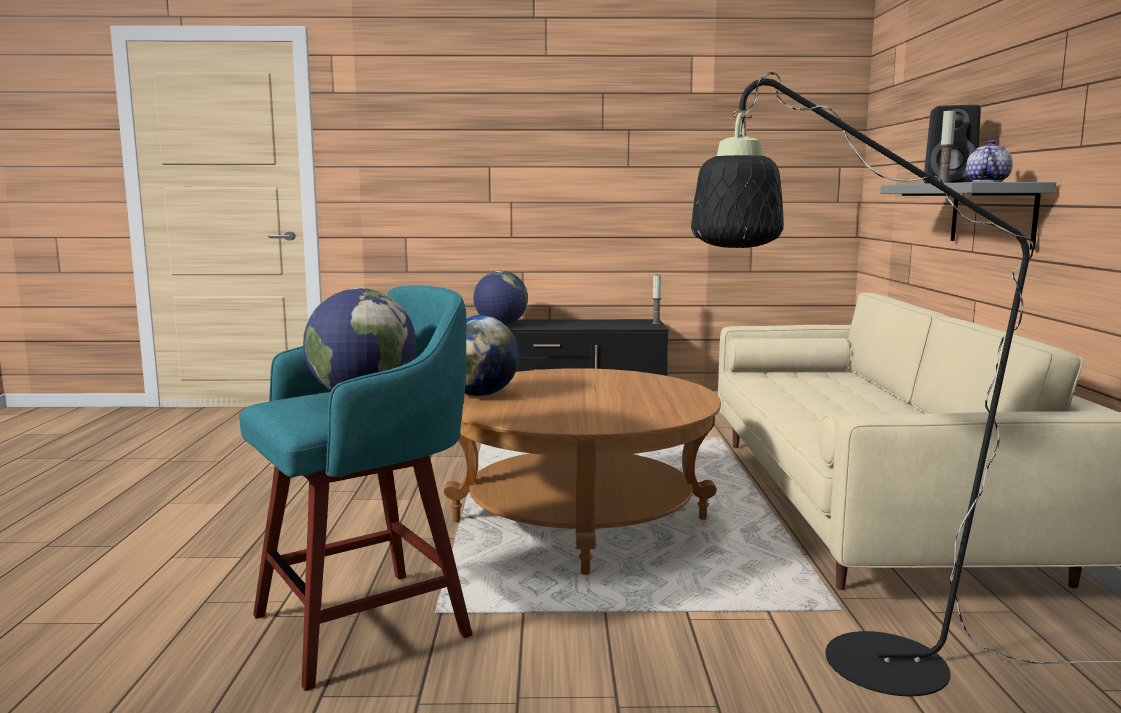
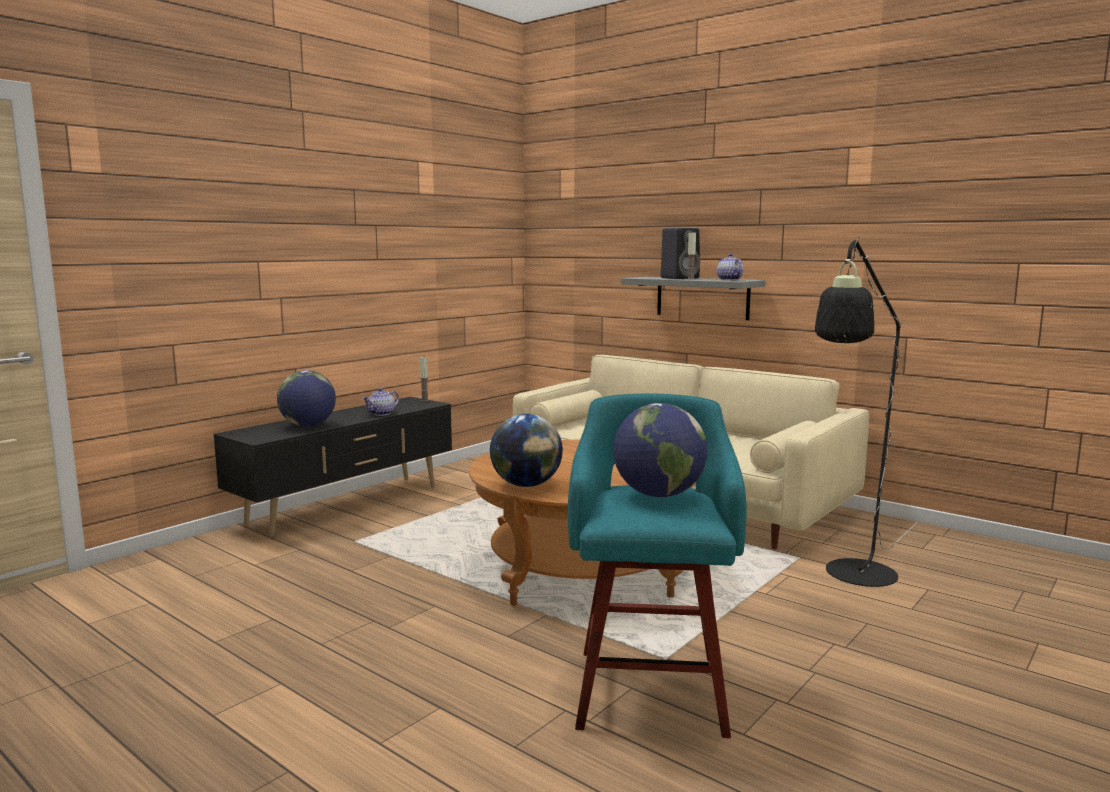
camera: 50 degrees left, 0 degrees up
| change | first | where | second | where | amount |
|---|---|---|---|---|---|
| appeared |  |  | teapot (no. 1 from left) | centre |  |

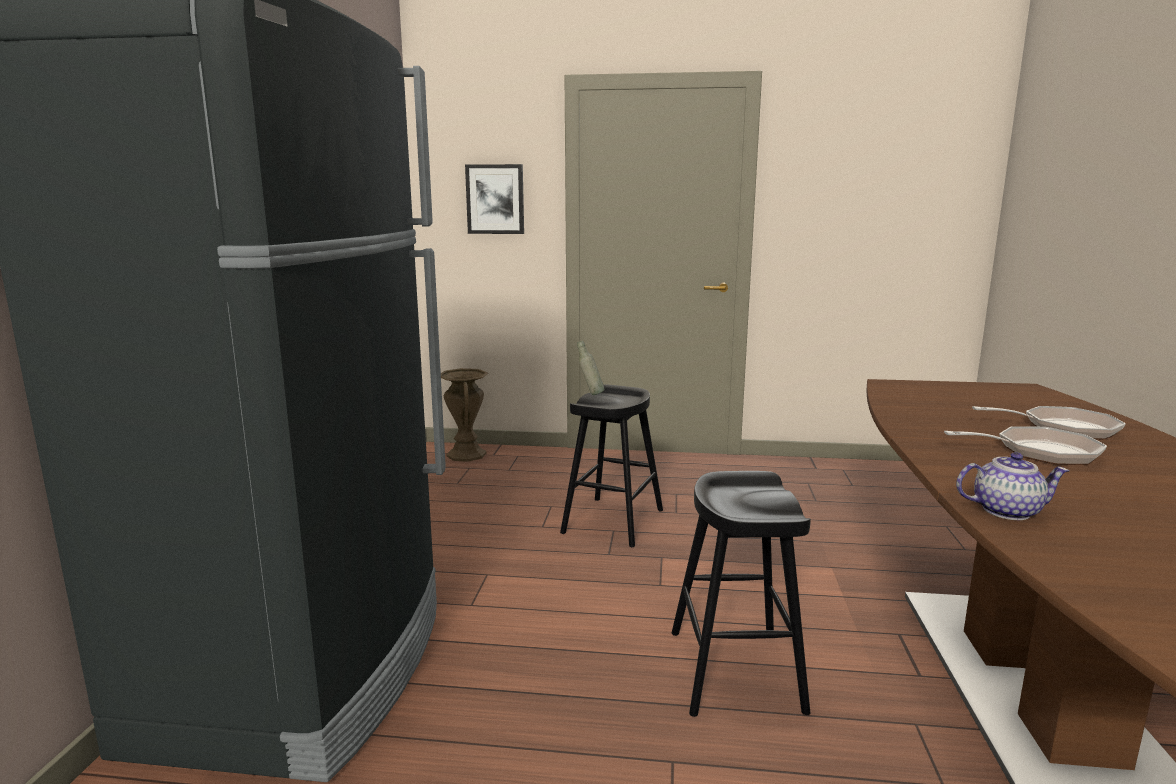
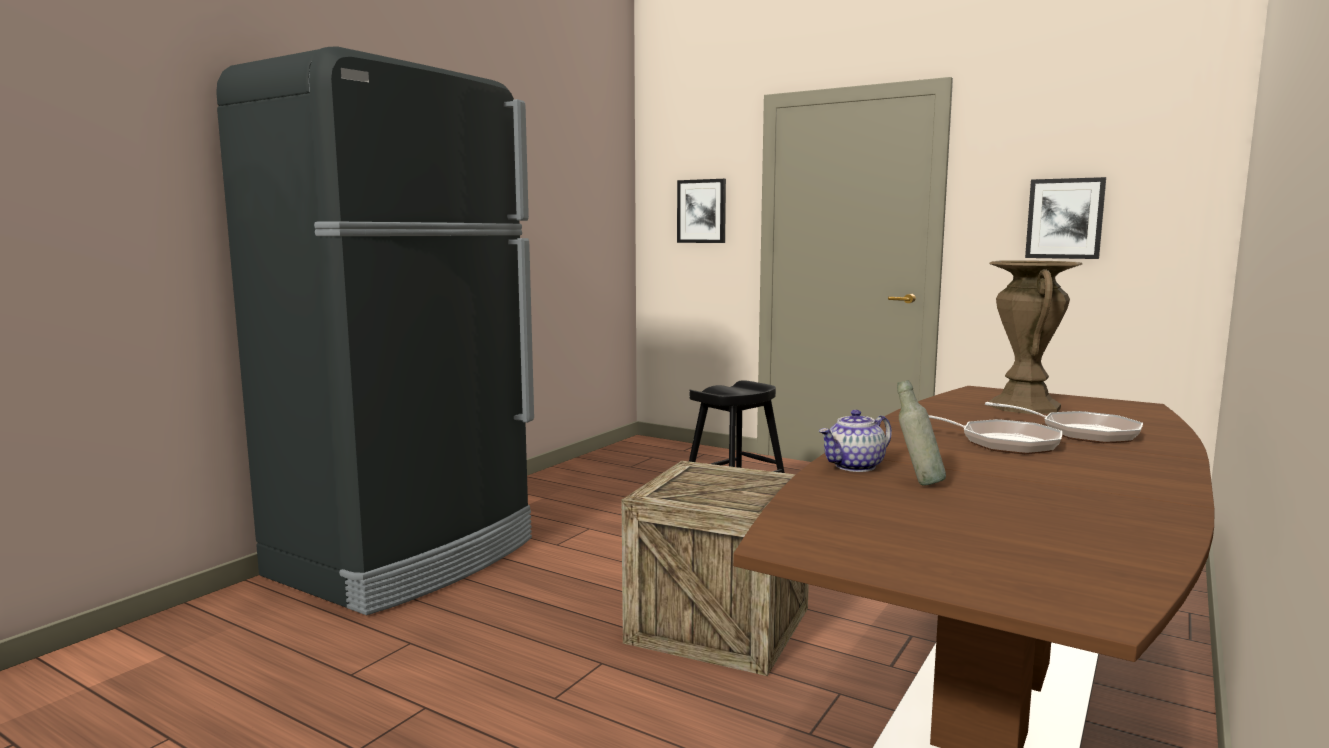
camera: 25 degrees right, 5 degrees down
| change | first | where | second | where | amount |
|---|---|---|---|---|---|
| relocated | grey_bottle | centre |  | middle right |  |
| relocated | brown_vase | centre |  | middle right |  |
| spun | teapot | middle right |  | centre | 120 degrees clockwise |
| exchanged | black_stool (no. 2 from left) | bottom centre | crate | bottom centre |  |
| appeared |  |  | picture (no. 2 from left) | top right |  |

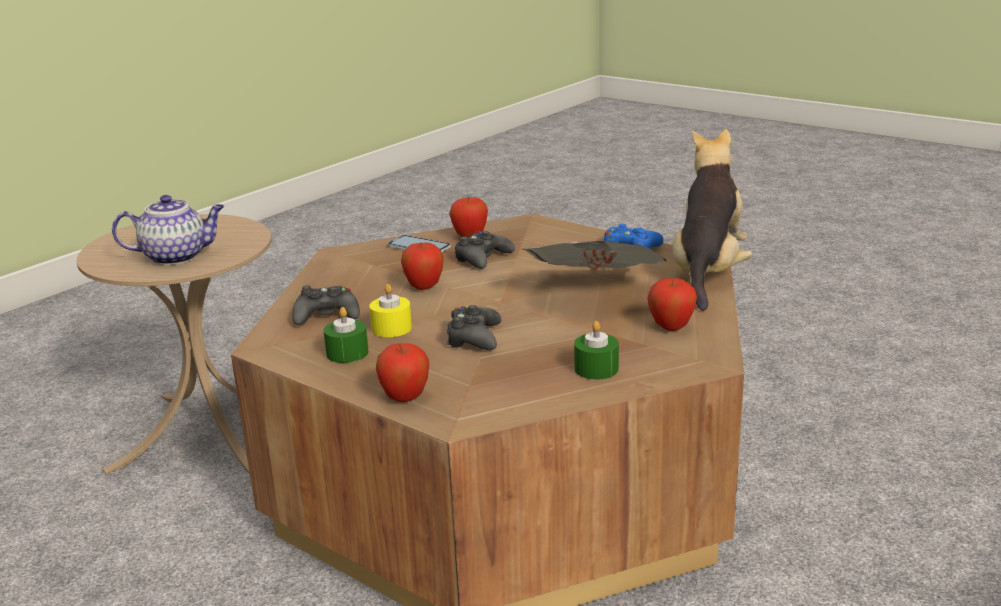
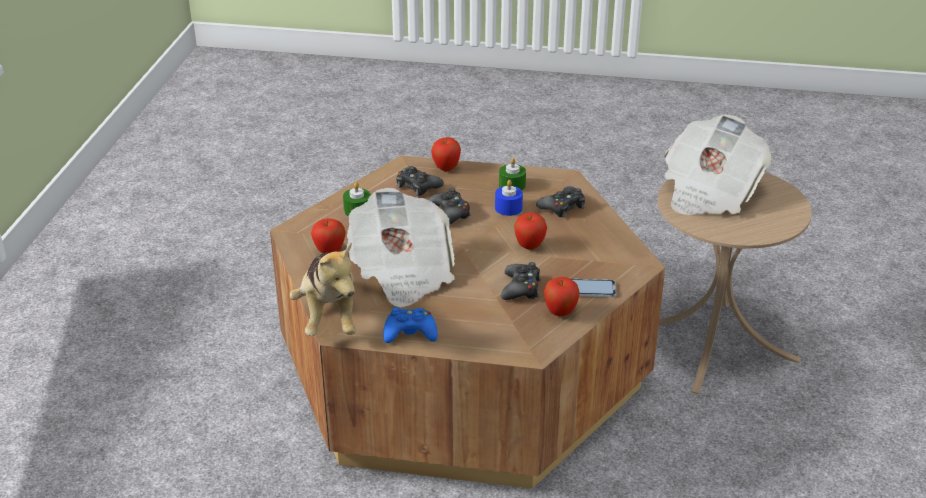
camera: 150 degrees right, 10 degrees up
| change | first | where | second | where | amount |
|---|---|---|---|---|---|
| exchanged | teapot | middle left | newspaper (no. 2 from left) | top right |  |
| colour | yellow_candle | centre | blue_candle | centre |  |
| appeared |  |  | black_game_controller (no. 1 from left) | centre |  |

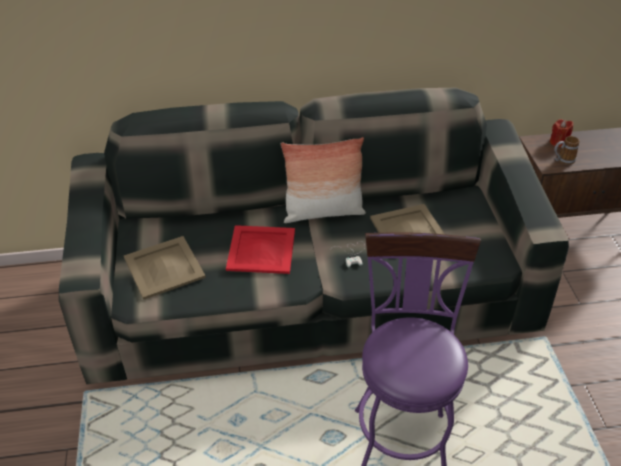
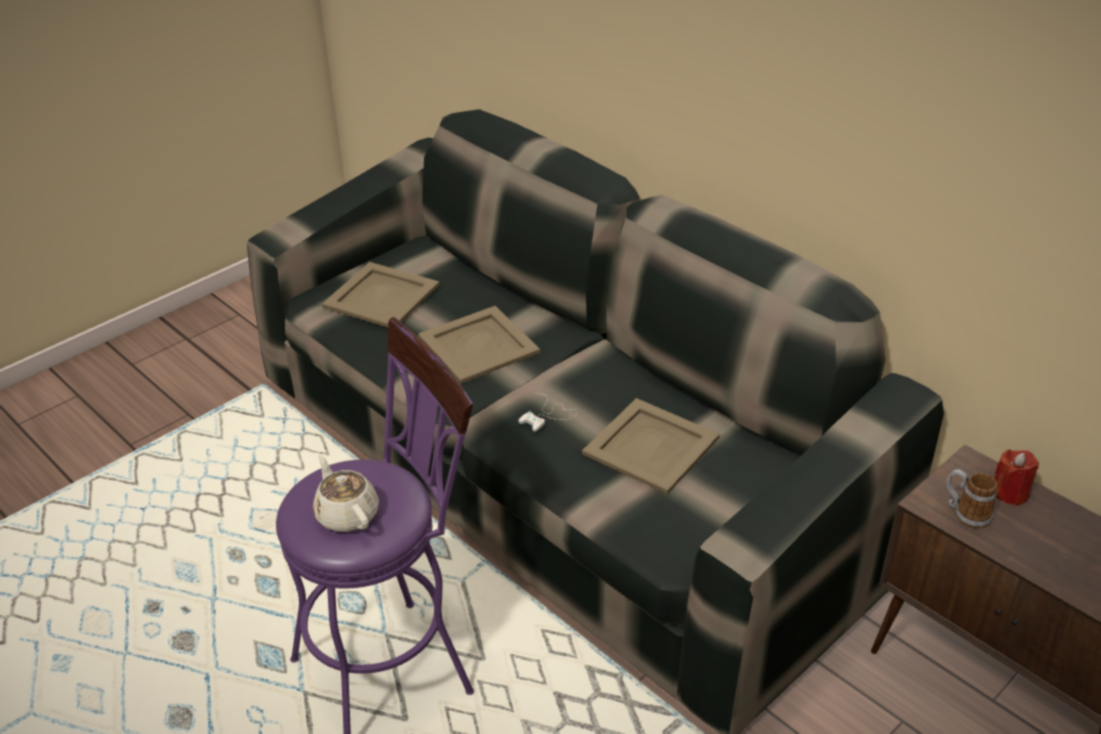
camera: 55 degrees right, 5 degrees down
| change | first | where | second | where | amount |
|---|---|---|---|---|---|
| missing | pillow | centre |  |  |  |
| colour | red_tray | centre | beige_tray (no. 2 from left) | centre |  |
| appeared |  |  | beige_teapot | bottom left |  |

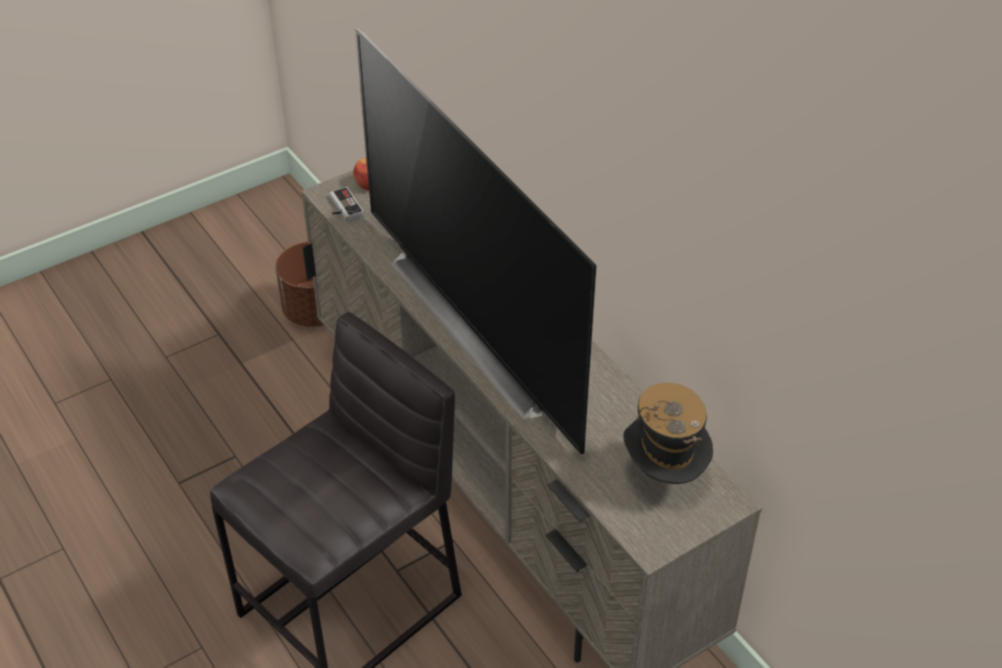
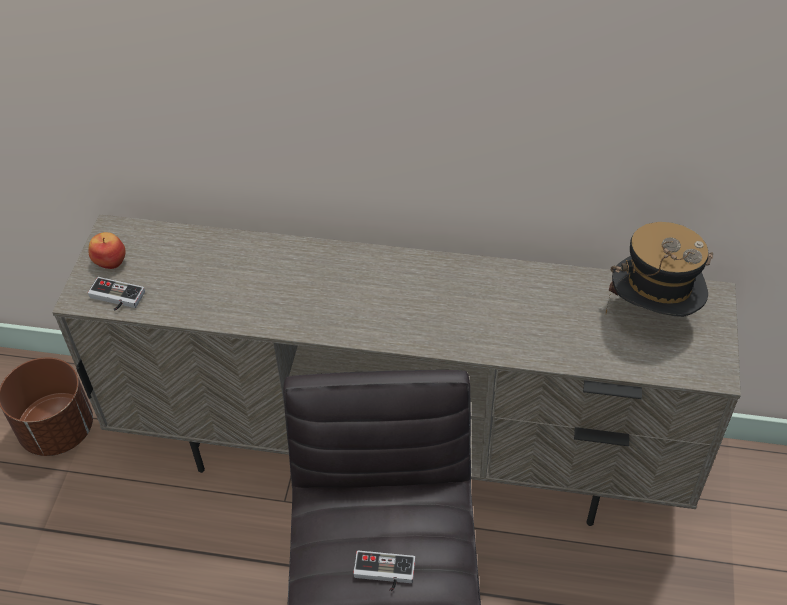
camera: 45 degrees left, 5 degrees up
| change | first | where | second | where | amount |
|---|---|---|---|---|---|
| missing | television | centre |  |  |  |
| appeared |  |  | game_controller (no. 2 from left) | bottom centre |  |

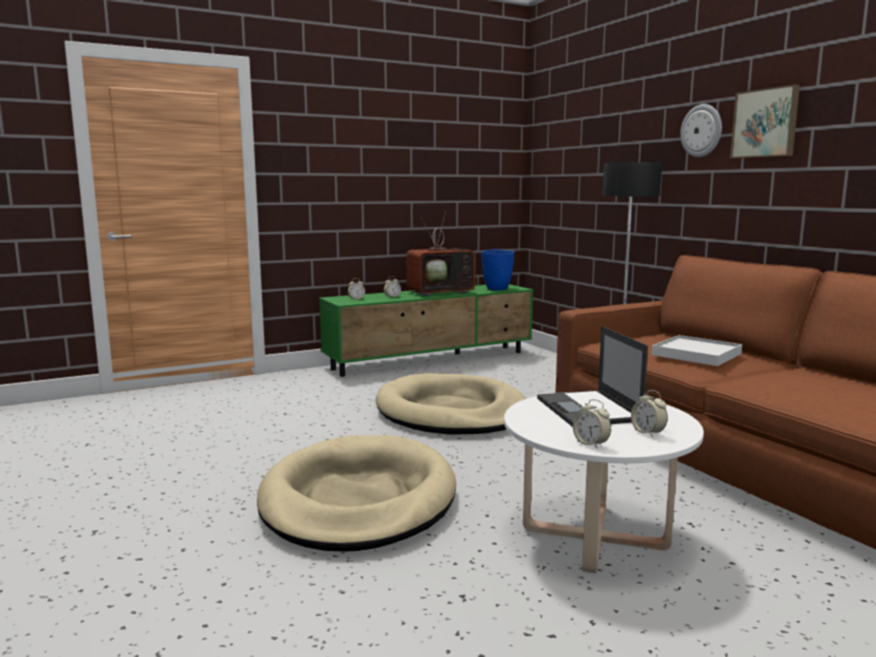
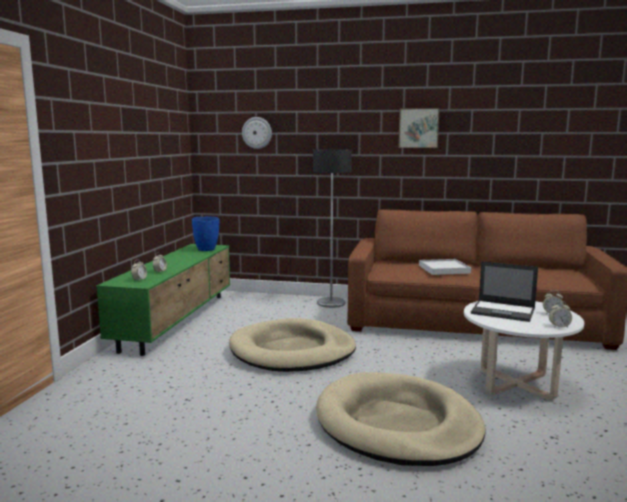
camera: 50 degrees left, 0 degrees up
| change | first | where | second | where | amount |
|---|---|---|---|---|---|
| relocated | wall_clock | top right |  | top centre |  |
| missing | television | centre |  |  |  |

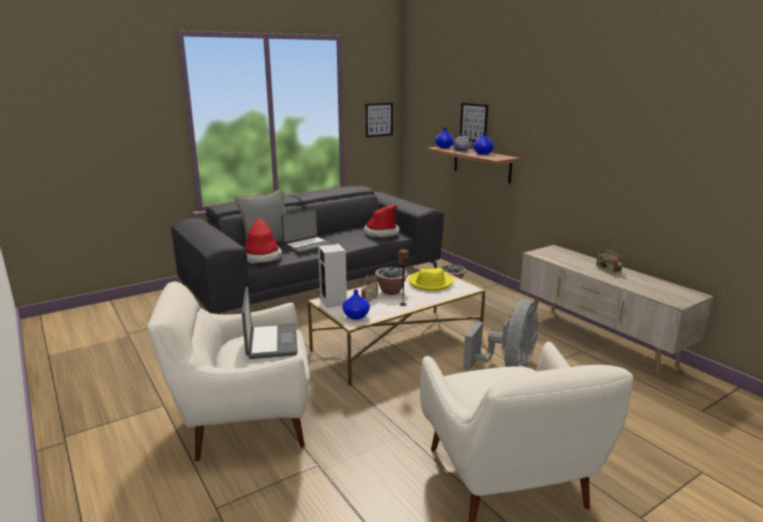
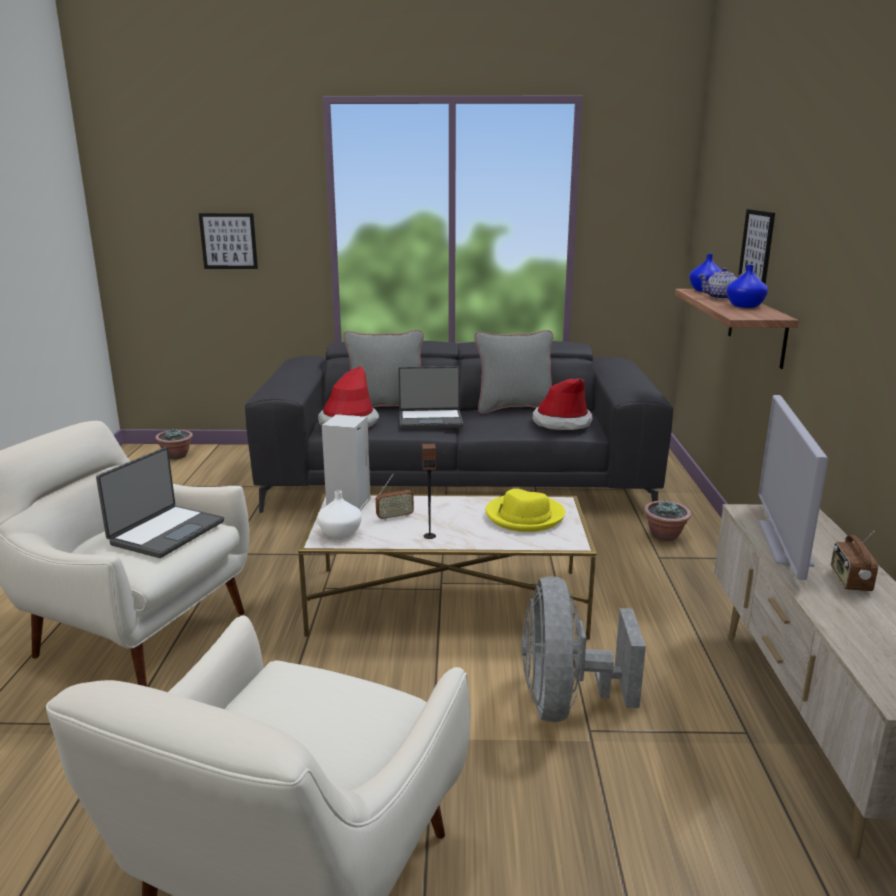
camera: 35 degrees right, 0 degrees up
| change | first | where | second | where | amount |
|---|---|---|---|---|---|
| relocated | picture (no. 1 from left) | top centre |  | top left |  |
| relocated | potted_plant (no. 1 from left) | centre |  | middle left |  |
| colour | blue_vase (no. 1 from left) | centre | white_vase | centre |  |
| spun | grey_fan | centre |  | bottom centre | 120 degrees clockwise |
| appeared |  |  | grey_pillow (no. 2 from left) | centre |  |
| appeared |  |  | television | middle right |  |

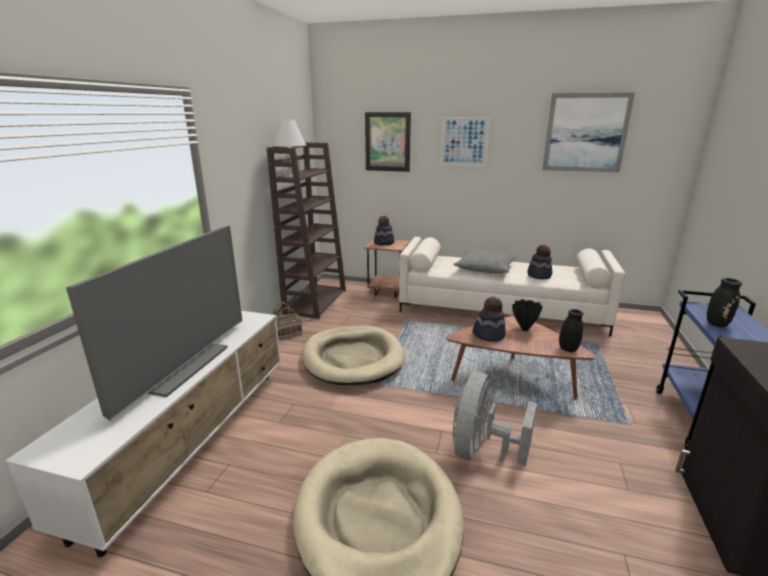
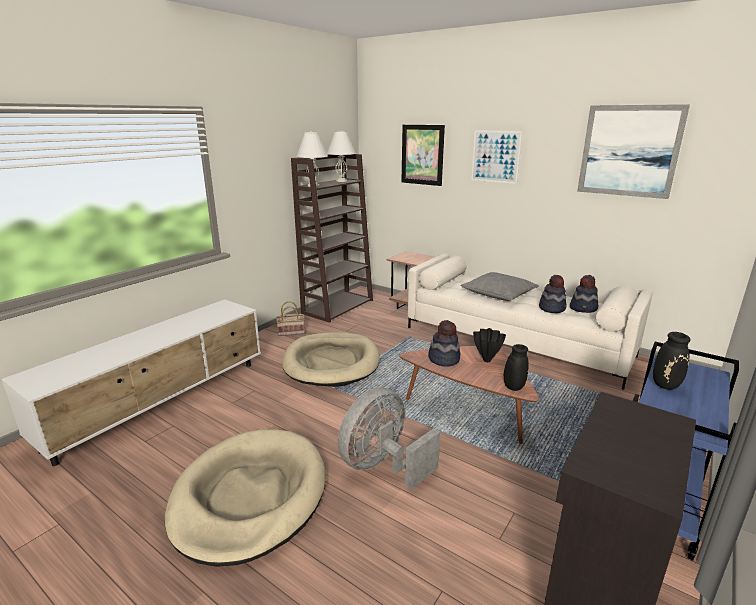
camera: 20 degrees right, 0 degrees up
| change | first | where | second | where | amount |
|---|---|---|---|---|---|
| relocated | hat (no. 1 from left in the first image) | centre | hat (no. 3 from left) | middle right |  |
| missing | television | middle left |  |  |  |
| appeared |  |  | white_table_lamp (no. 2 from left) | top centre |  |

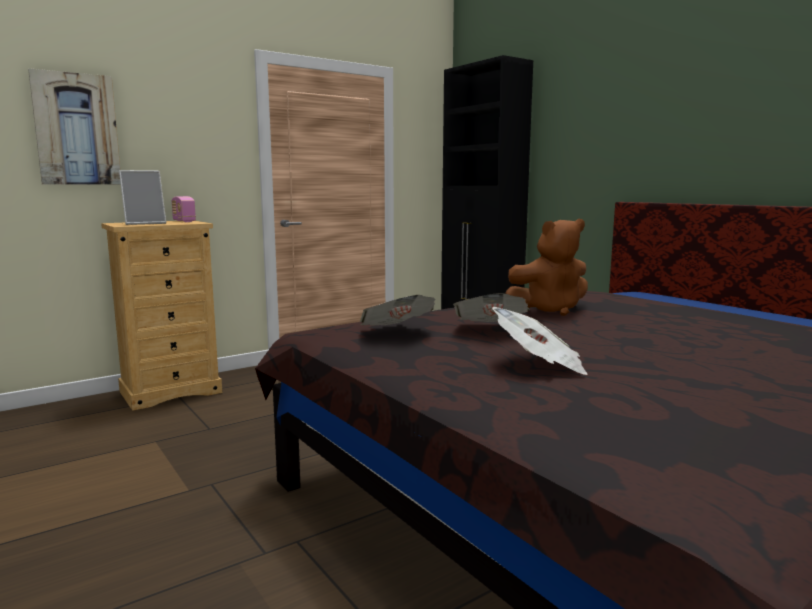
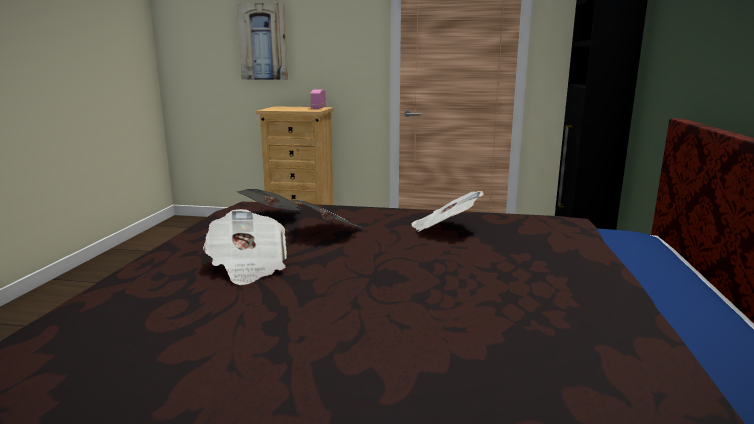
camera: 45 degrees right, 5 degrees up
| change | first | where | second | where | amount |
|---|---|---|---|---|---|
| missing | picture_frame | top left |  |  |  |
| exchanged | brown_plush_toy | middle right | newspaper (no. 4 from left) | centre |  |

